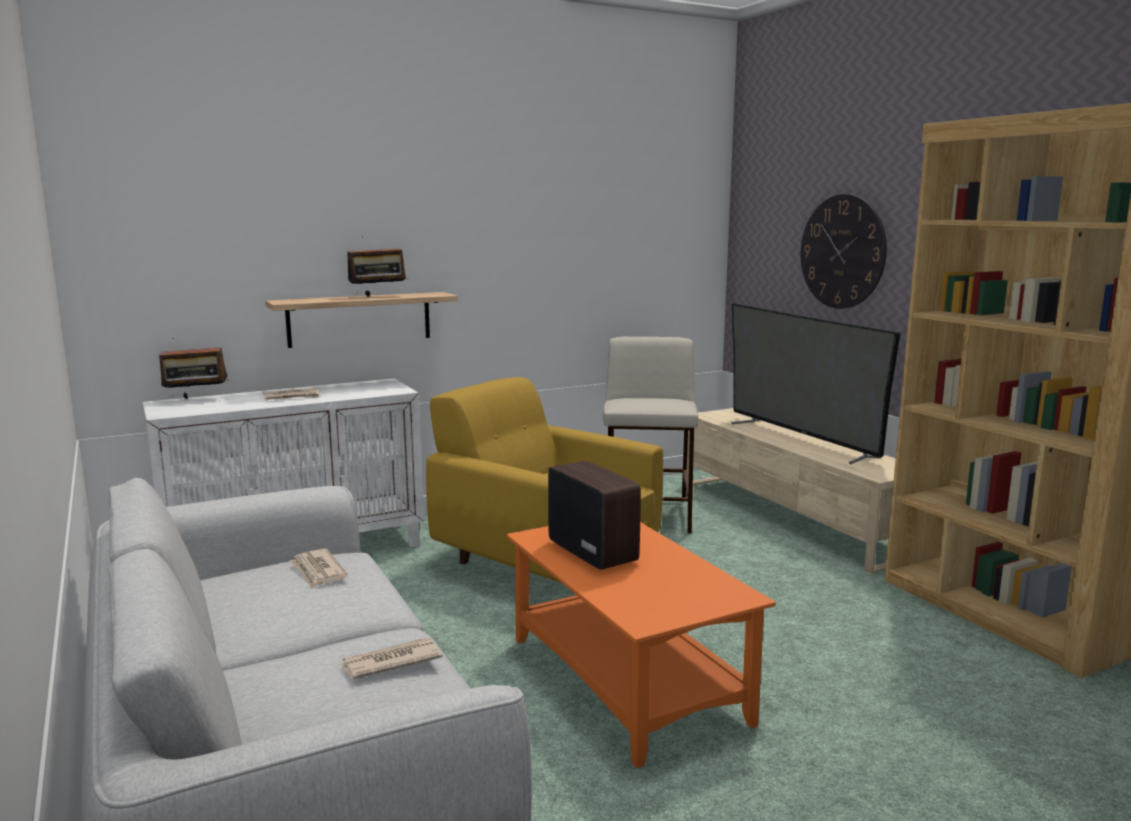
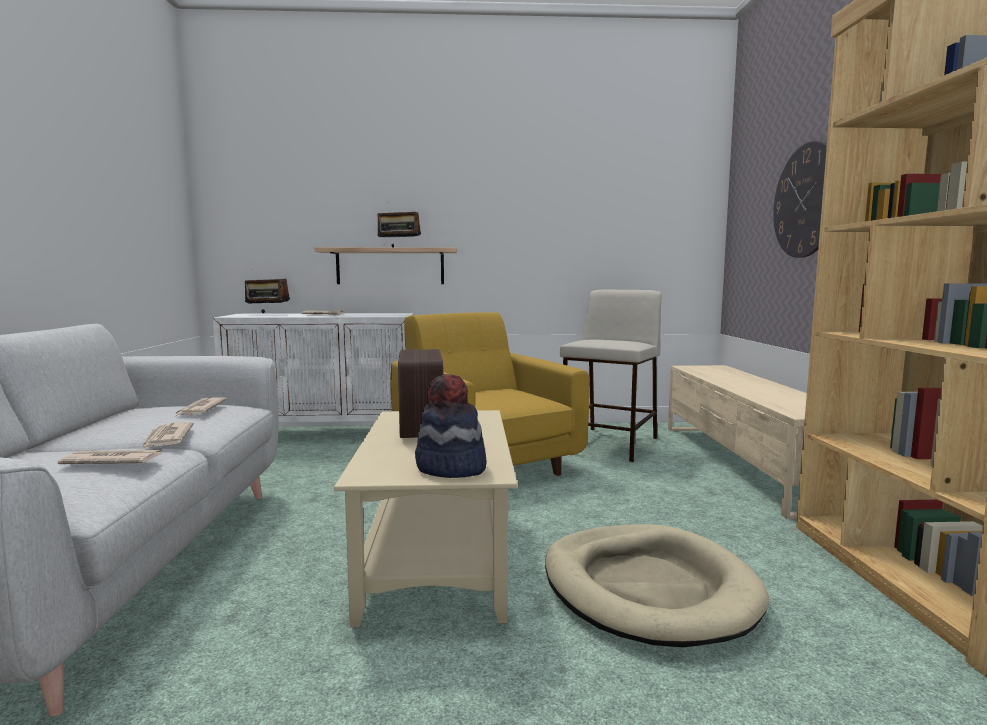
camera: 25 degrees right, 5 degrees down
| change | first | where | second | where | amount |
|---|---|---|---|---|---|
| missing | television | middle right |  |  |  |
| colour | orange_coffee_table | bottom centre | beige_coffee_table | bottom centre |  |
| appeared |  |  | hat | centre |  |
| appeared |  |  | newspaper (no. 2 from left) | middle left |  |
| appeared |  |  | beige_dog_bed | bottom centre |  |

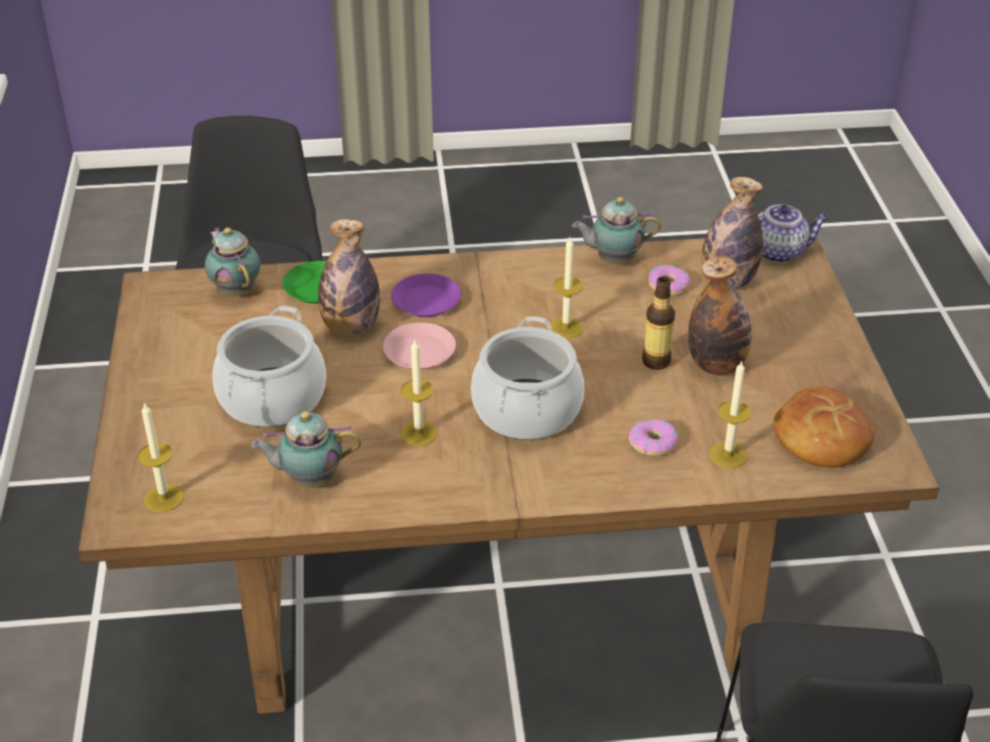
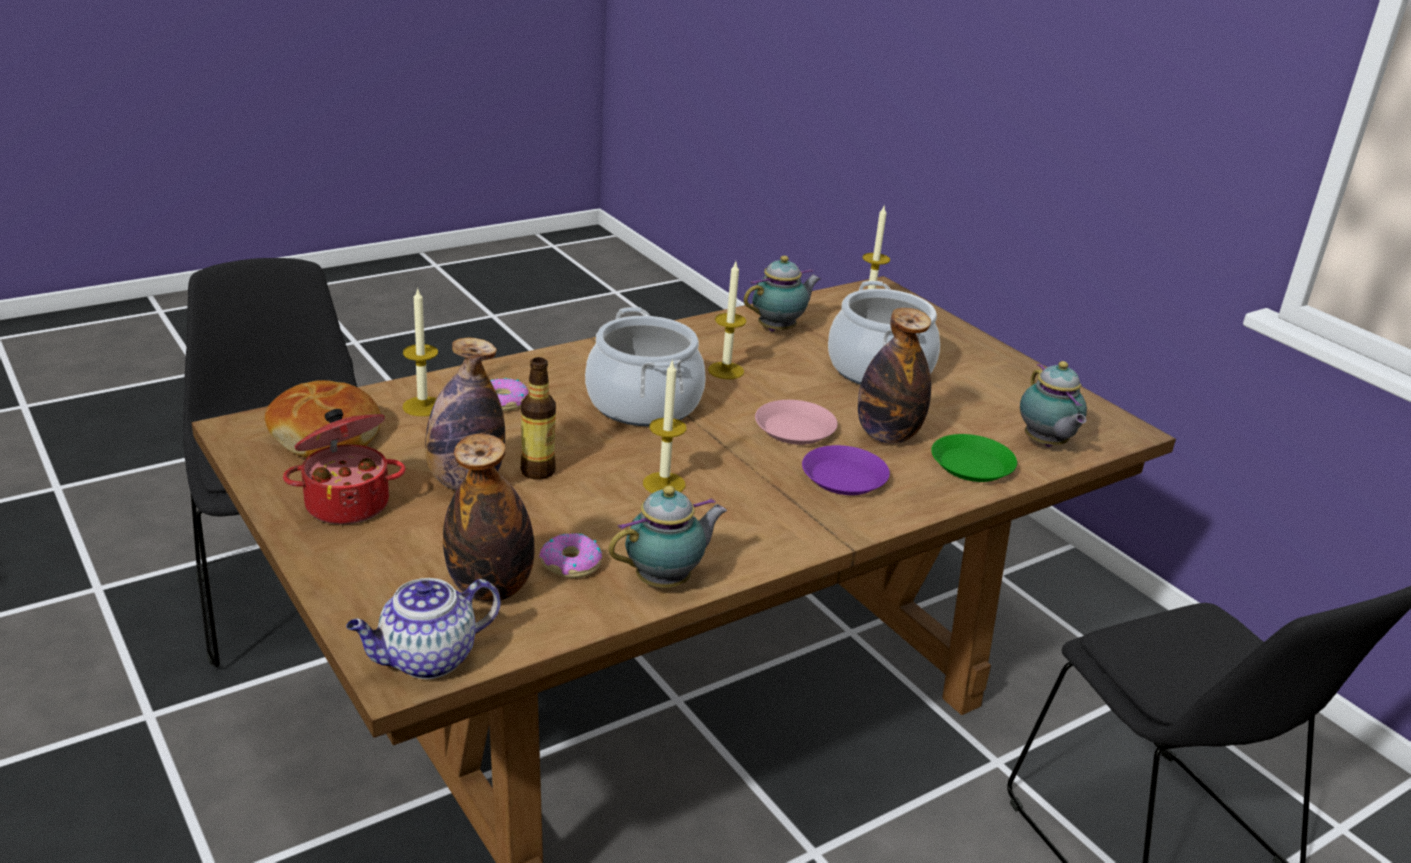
camera: 150 degrees right, 10 degrees down
| change | first | where | second | where | amount |
|---|---|---|---|---|---|
| spun | teapot (no. 1 from left in the first image) | middle left | teapot (no. 4 from left) | middle right | 45 degrees clockwise |
| appeared |  |  | cooking_pot (no. 1 from left) | middle left |  |

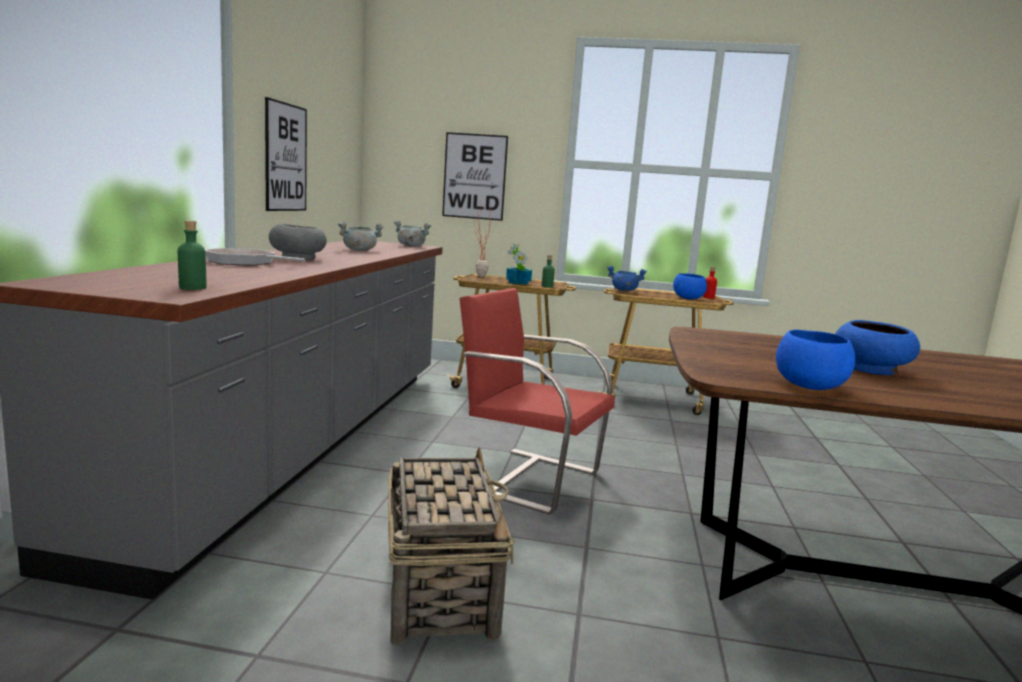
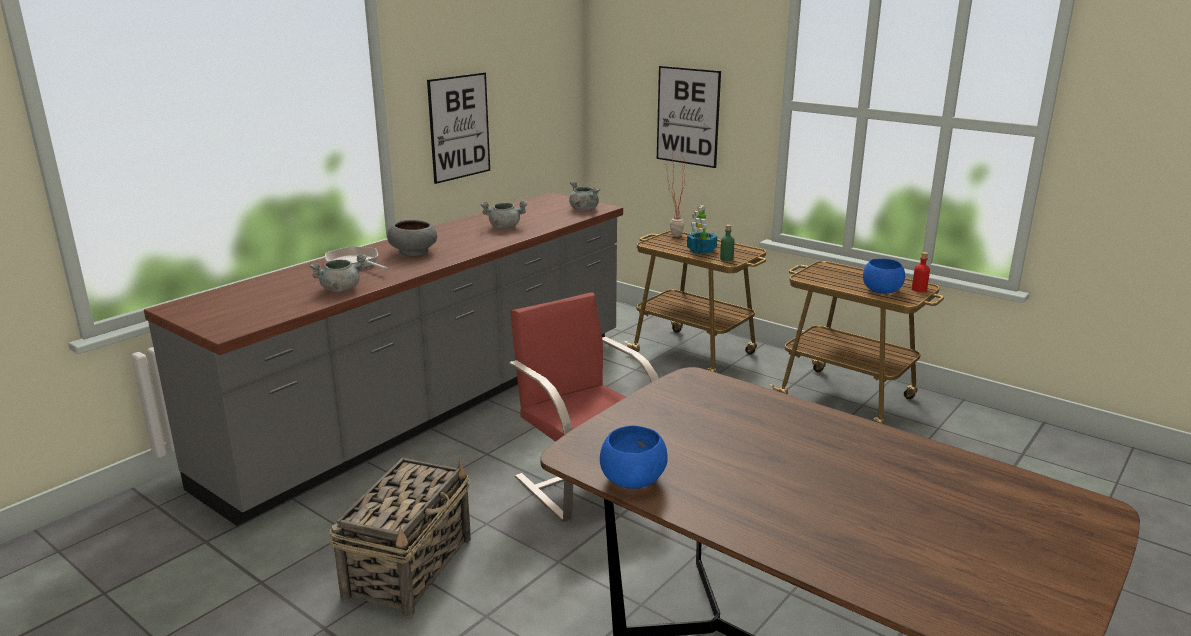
camera: 30 degrees right, 10 degrees up
| change | first | where | second | where | amount |
|---|---|---|---|---|---|
| missing | green_bottle (no. 1 from left) | middle left |  |  |  |
| missing | blue_cooking_pot | centre |  |  |  |
| missing | blue_bowl (no. 3 from left) | middle right |  |  |  |
| appeared |  |  | grey_cooking_pot (no. 1 from left) | middle left |  |

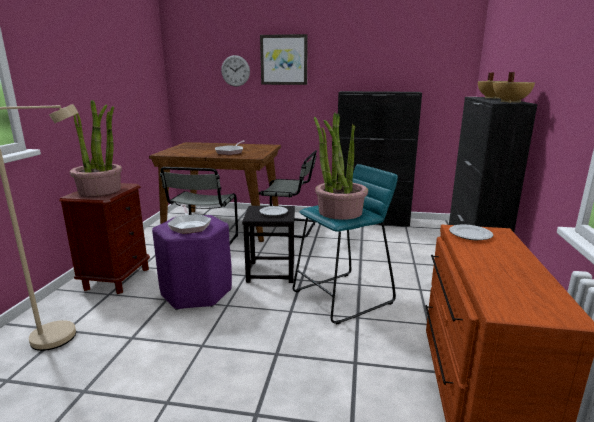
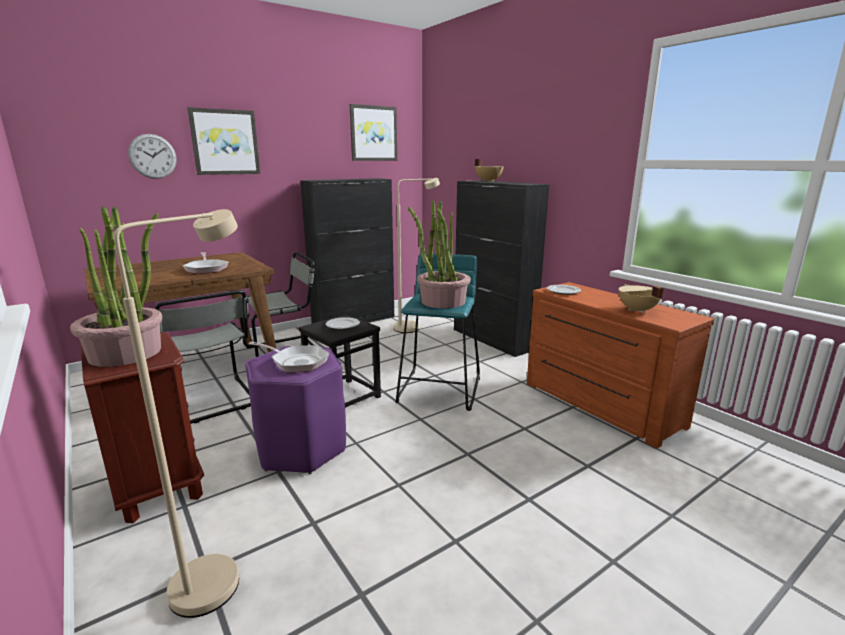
camera: 45 degrees left, 0 degrees up
| change | first | where | second | where | amount |
|---|---|---|---|---|---|
| relocated | beige_cooking_pot (no. 2 from left) | top right |  | middle right |  |
| appeared |  |  | picture (no. 2 from left) | top centre |  |
| appeared |  |  | beige_floor_lamp (no. 2 from left) | centre |  |

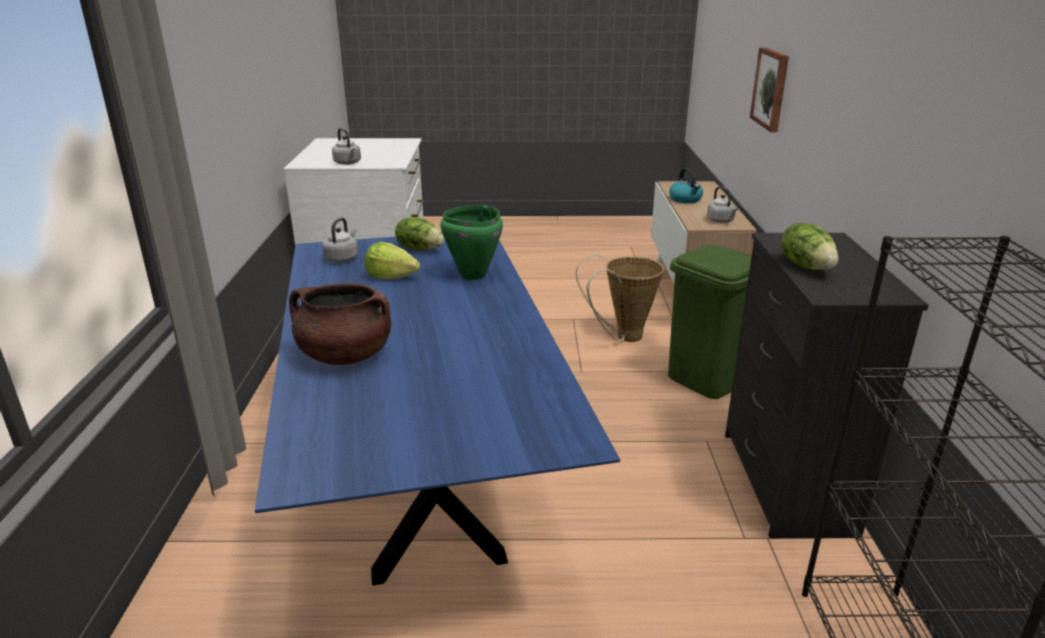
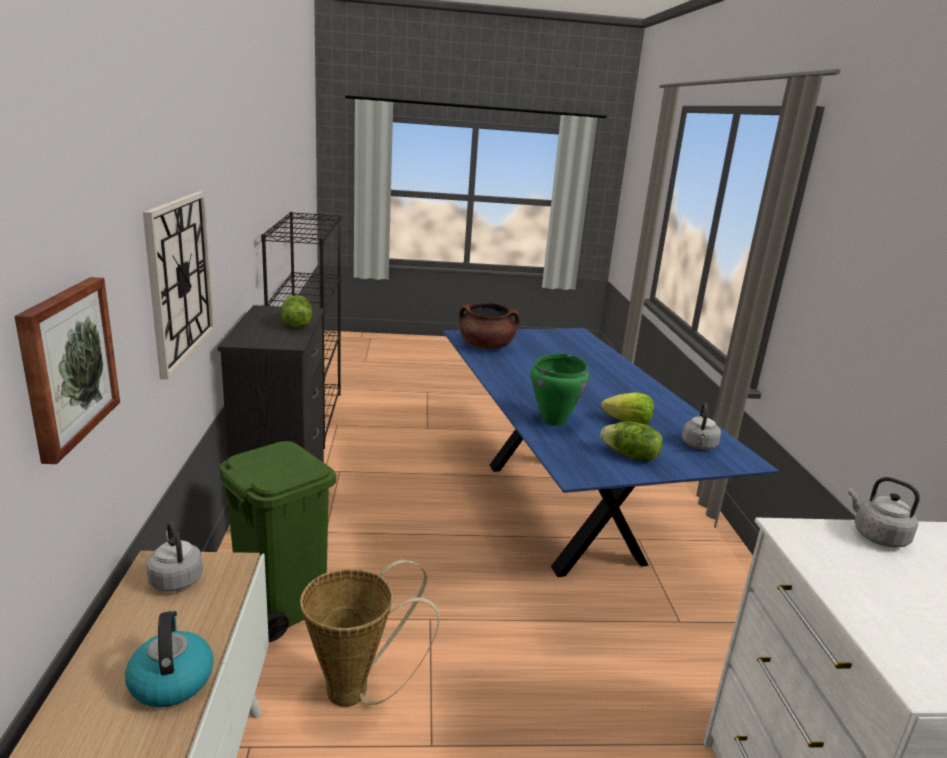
camera: 175 degrees right, 5 degrees down
| change | first | where | second | where | amount |
|---|---|---|---|---|---|
| relocated | brown_cooking_pot | middle left |  | centre |  |
| appeared |  |  | wall_clock | middle left |  |

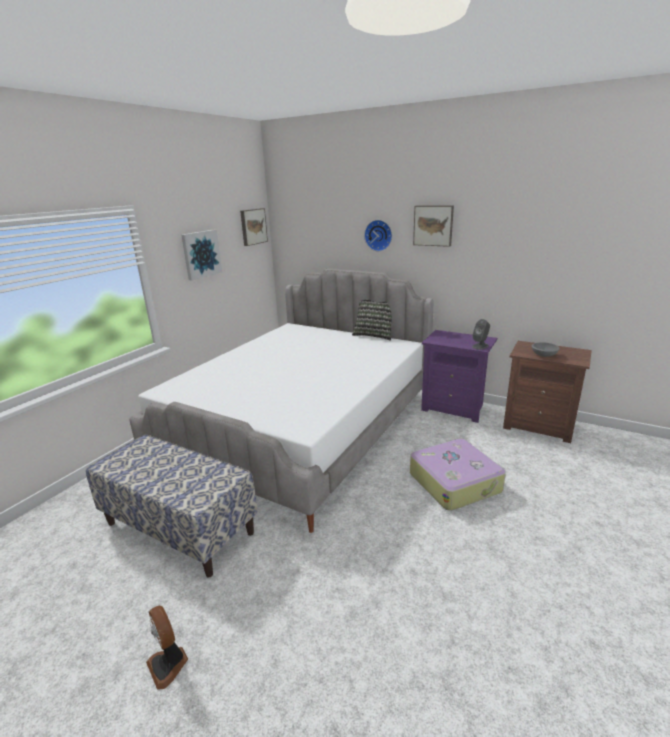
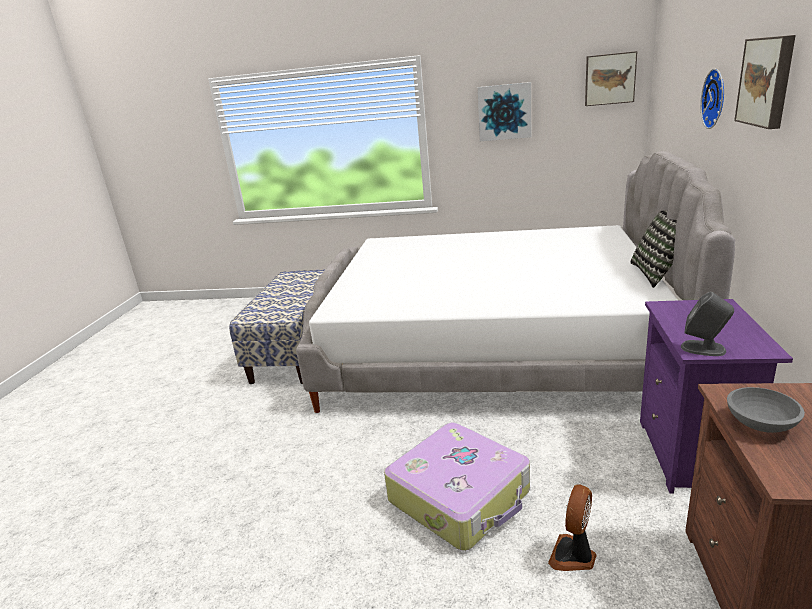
camera: 70 degrees right, 0 degrees up
| change | first | where | second | where | amount |
|---|---|---|---|---|---|
| relocated | fan | bottom left |  | bottom right |  |

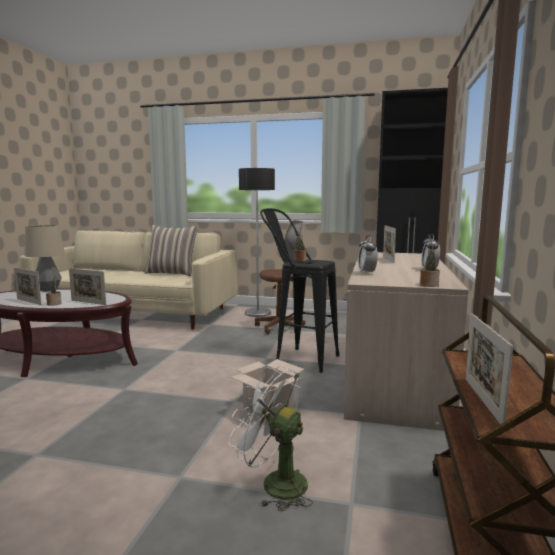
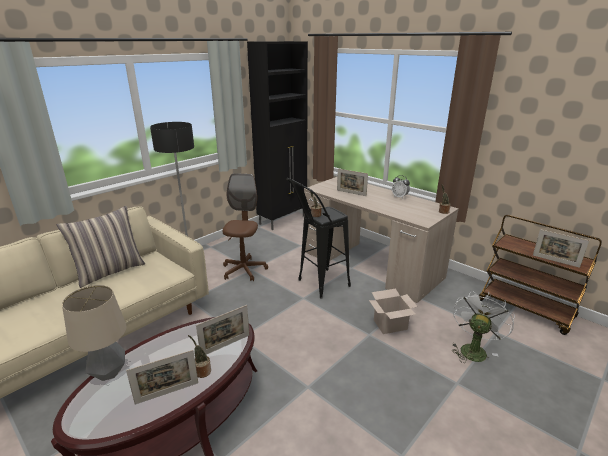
camera: 60 degrees left, 15 degrees up
| change | first | where | second | where | amount |
|---|---|---|---|---|---|
| missing | alarm_clock (no. 1 from left) | centre |  |  |  |
| spun | white_fan | bottom centre |  | bottom right | 150 degrees clockwise |

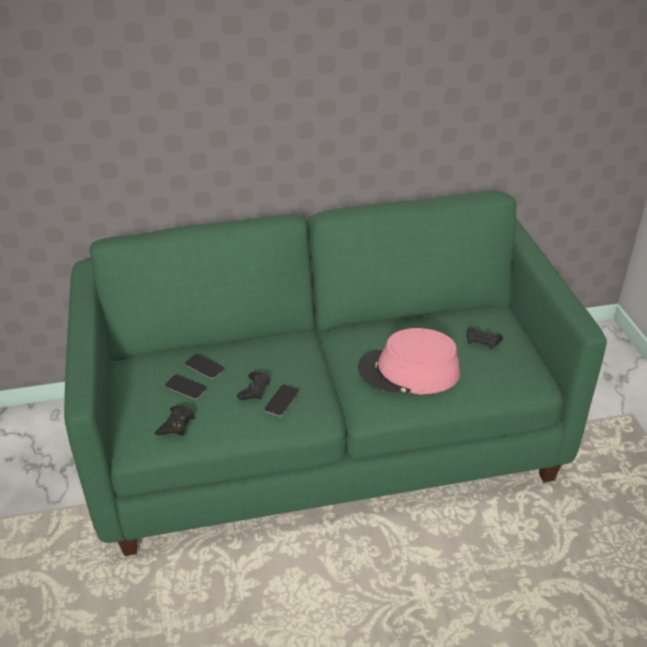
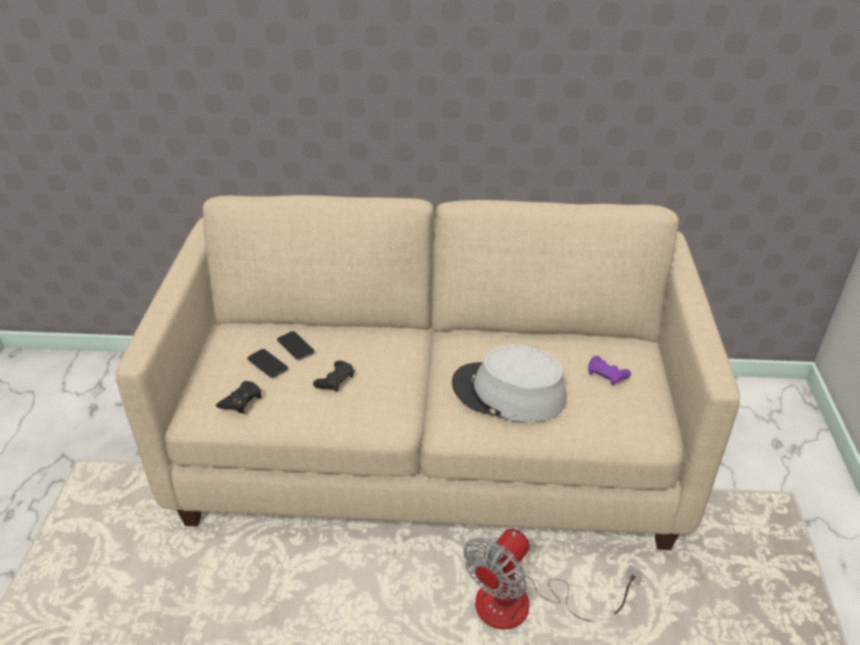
camera: 15 degrees right, 0 degrees up
| change | first | where | second | where | amount |
|---|---|---|---|---|---|
| colour | green_sofa | centre | beige_sofa | centre |  |
| colour | black_game_controller (no. 3 from left) | middle right | purple_game_controller | middle right |  |
| colour | pink_hat | centre | grey_hat | centre |  |
| missing | phone (no. 3 from left) | centre |  |  |  |
| appeared |  |  | fan | bottom centre |  |

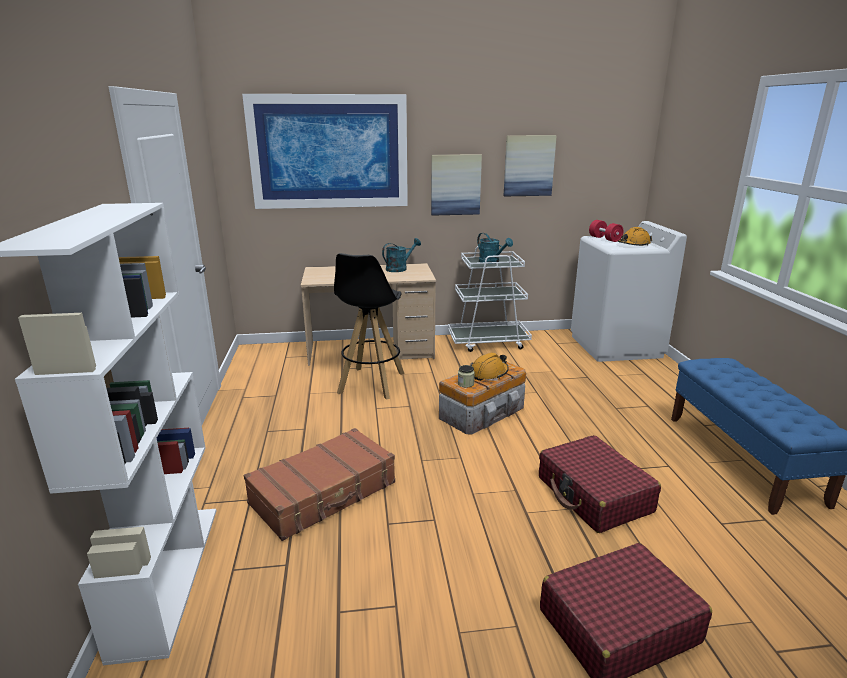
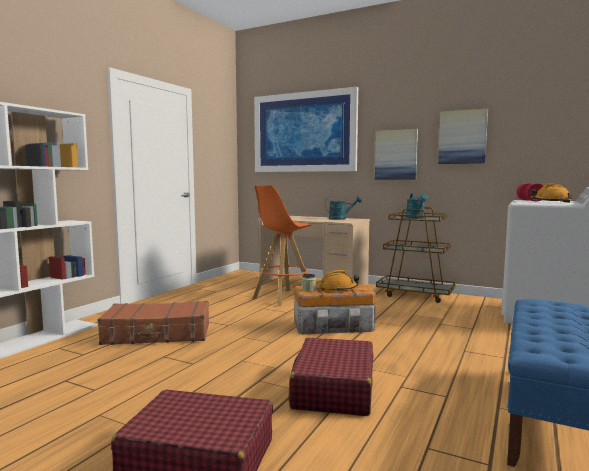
camera: 35 degrees right, 15 degrees down
| change | first | where | second | where | amount |
|---|---|---|---|---|---|
| colour | white_cart | centre | brown_cart | middle right |  |
| colour | black_stool | centre | orange_stool | centre |  |

